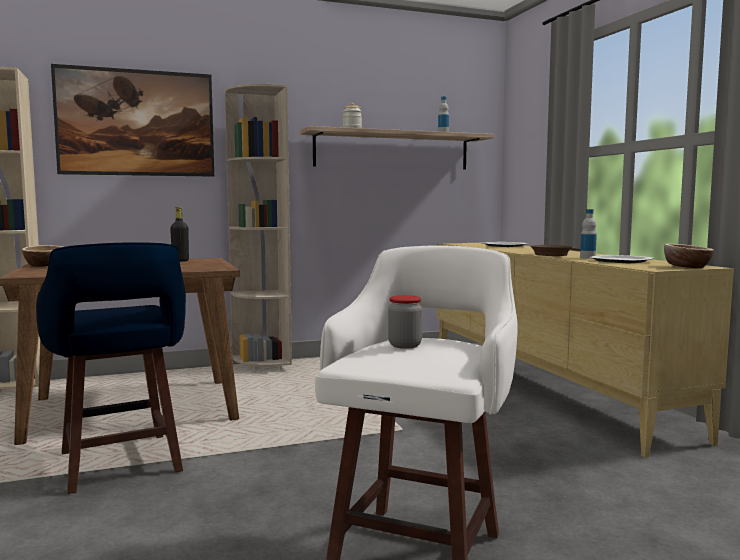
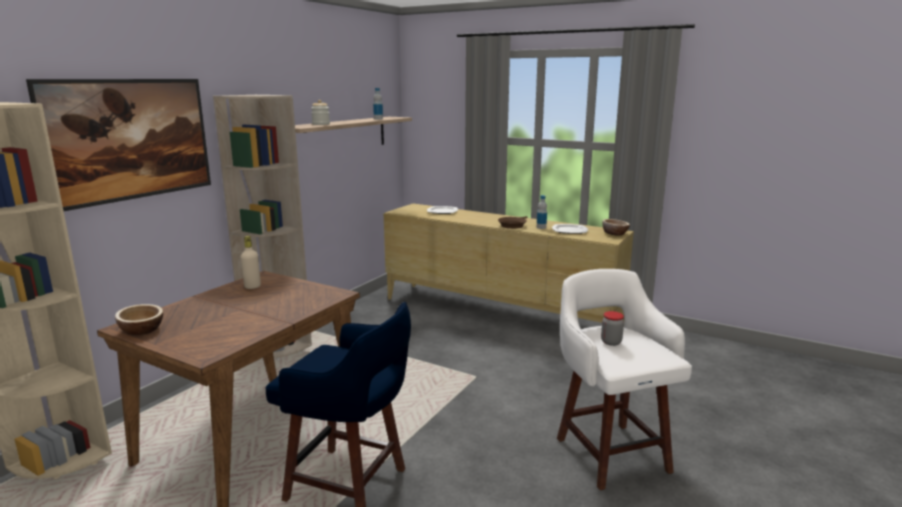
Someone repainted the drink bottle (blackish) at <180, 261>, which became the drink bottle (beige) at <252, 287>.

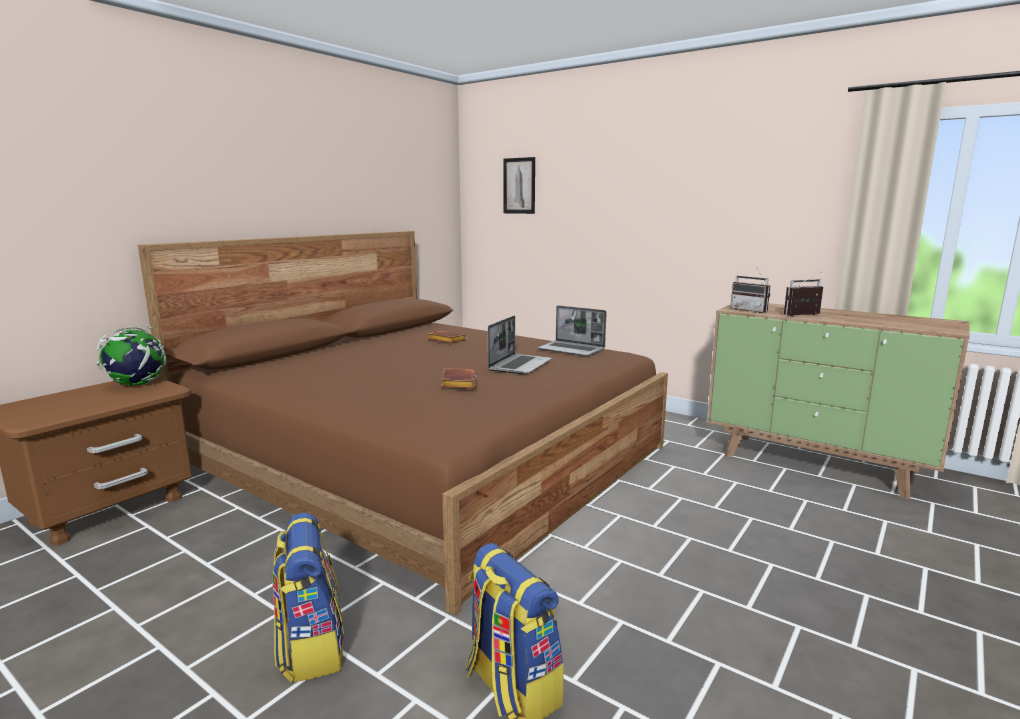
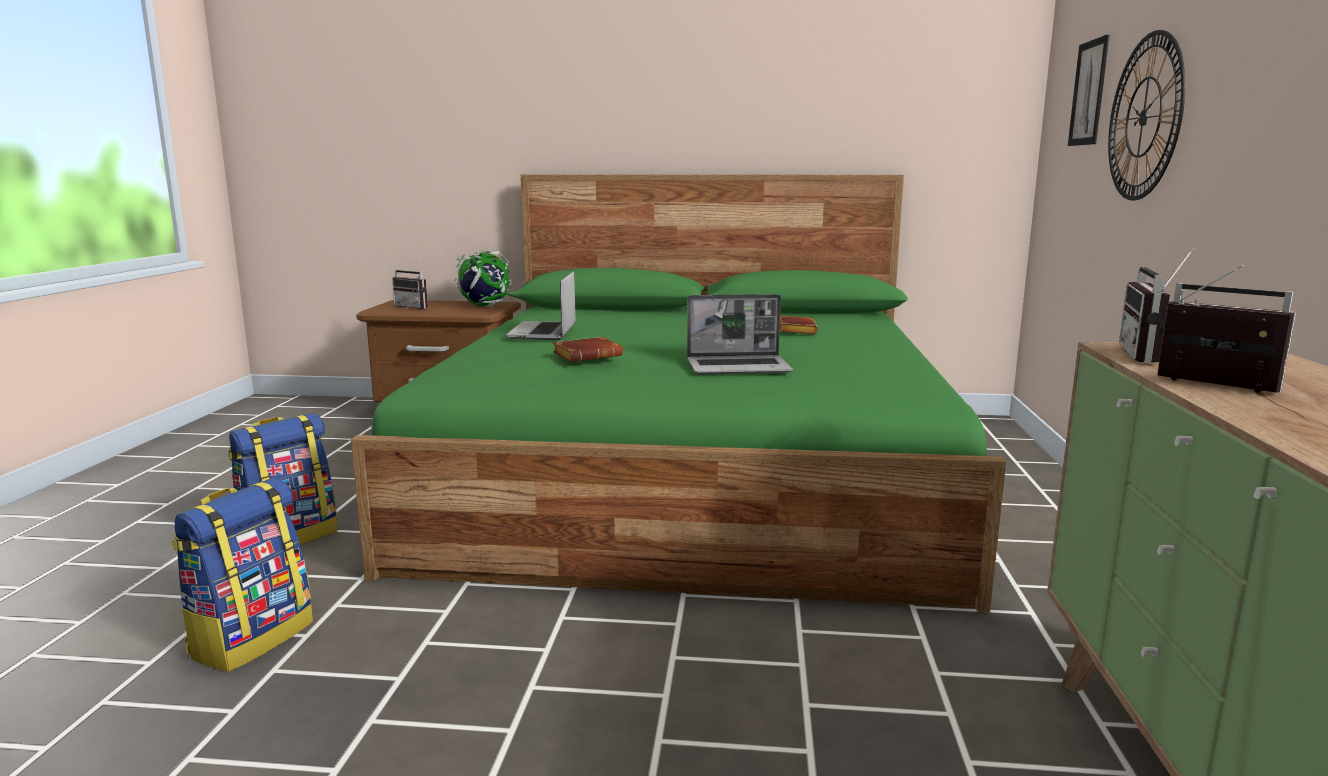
Someone repainted the bedroom bed (brown) at <427, 458>, which became the bedroom bed (green-coloured) at <691, 476>.
Someone put down the radio set at <415, 307>.
Someone carried the notebook computer from <572, 350> to <543, 332>.
Someone put up the clock on the wall at <1144, 117>.

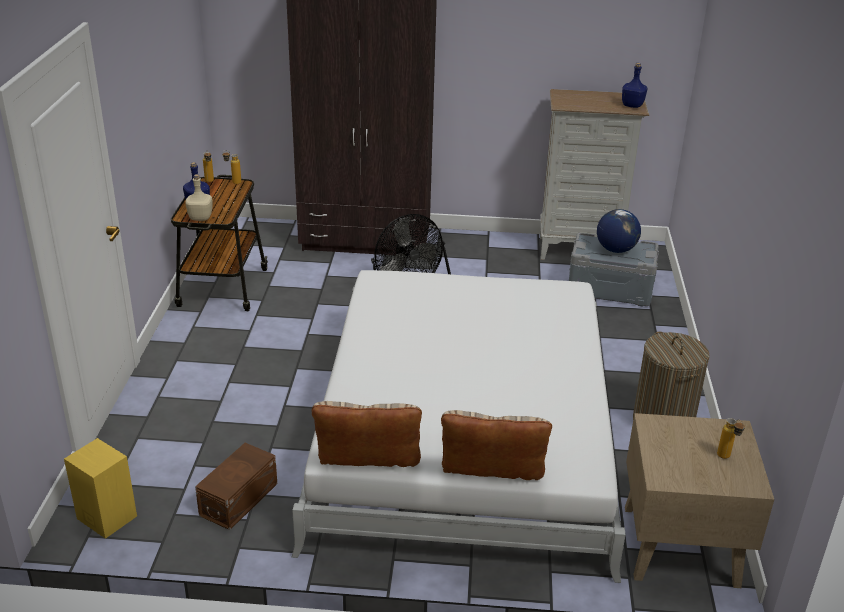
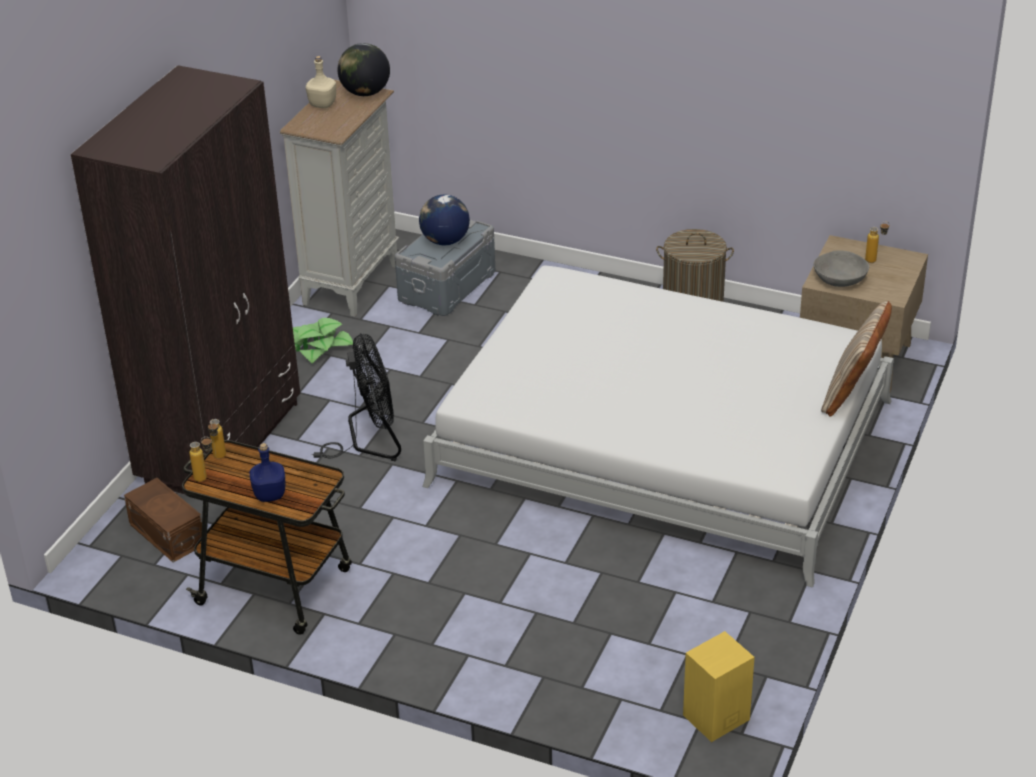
Someone carried the storage container (brown) from <240, 499> to <168, 533>.
Someone put down the houseplant at <316, 347>.
Someone carried the drink bottle (beige) from <200, 218> to <323, 104>.
Someone swapped the drink bottle (blue) at <632, 105> for the desk globe at <365, 93>.
Someone put down the deep dish (gray) at <840, 279>.
Someone took away the cushion (beige) at <368, 473>.

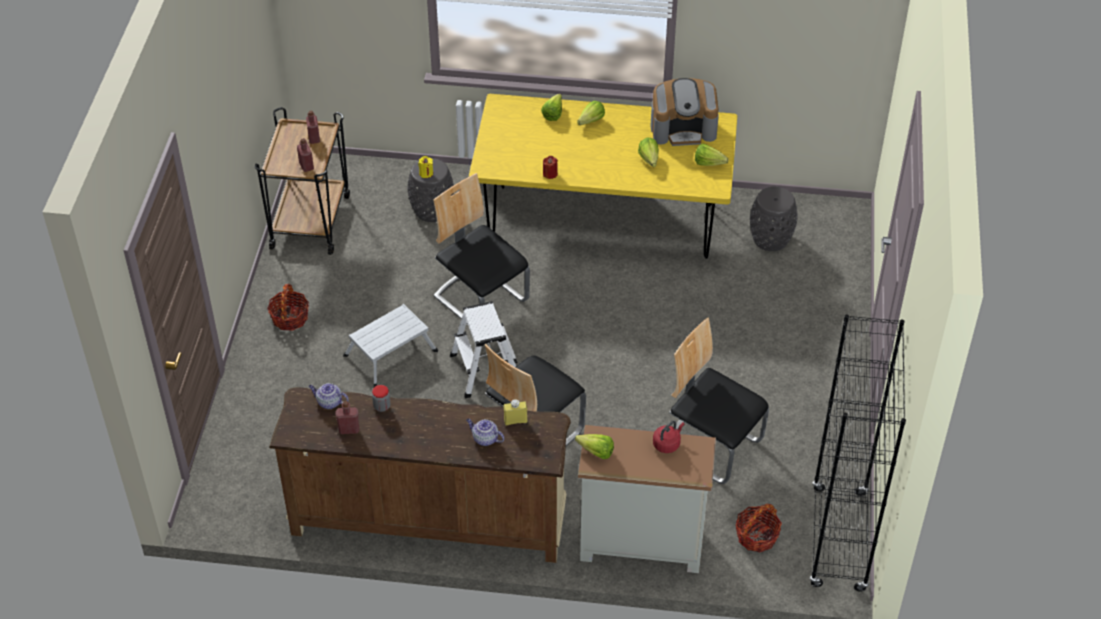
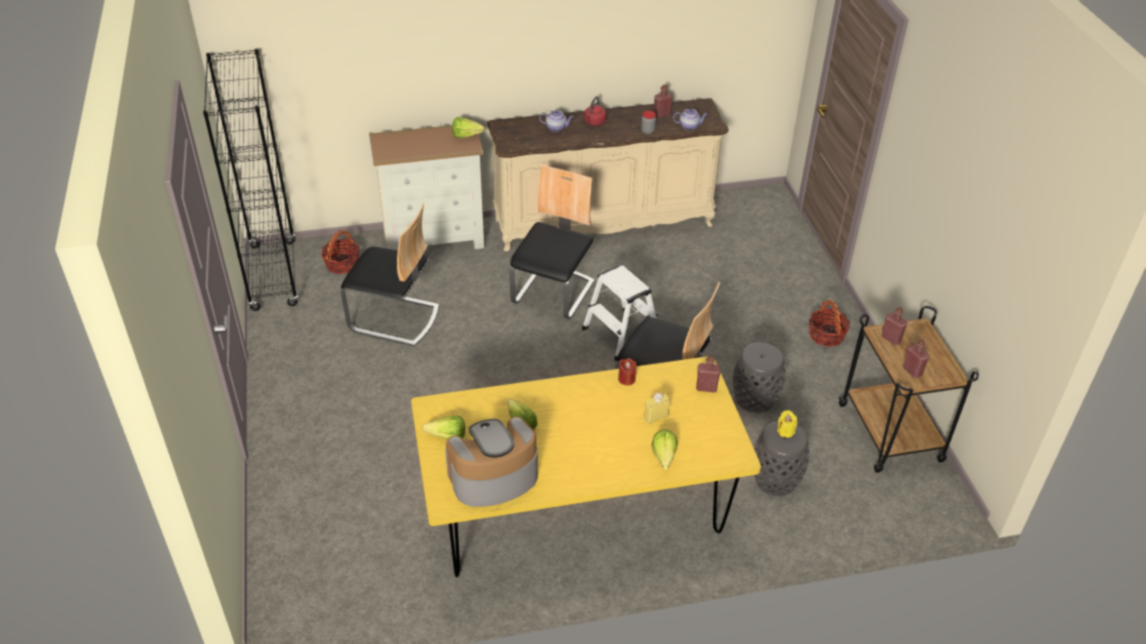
Someone carried the water kettle (red) from <667, 444> to <594, 122>.
Someone carried the drink bottle (yellowish) from <515, 421> to <656, 417>.
Someone put down the drink bottle (red) at <706, 388>.
Someone carried the sitting stool (gray) from <770, 239> to <754, 399>.
Someone took away the stepladder (white) at <391, 353>.
Someone took away the lettuce head at <588, 122>.

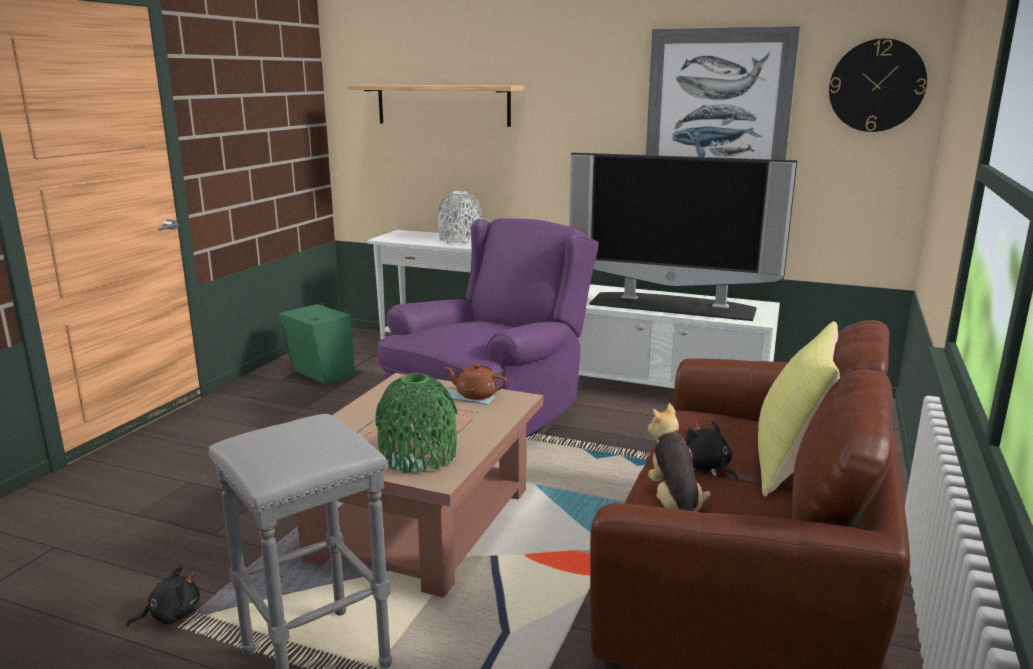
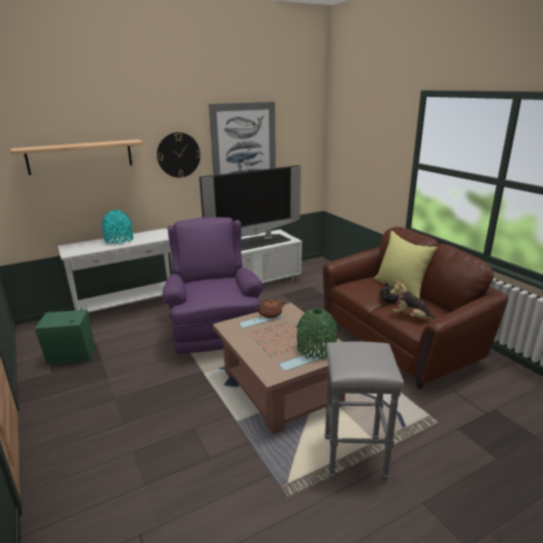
Someone repainted the vase (gray) at <460, 239>, which became the vase (blue-green) at <119, 240>.
Someone carried the clock on the wall from <876, 85> to <178, 155>.
Someone took away the plush toy (blackish) at <171, 615>.

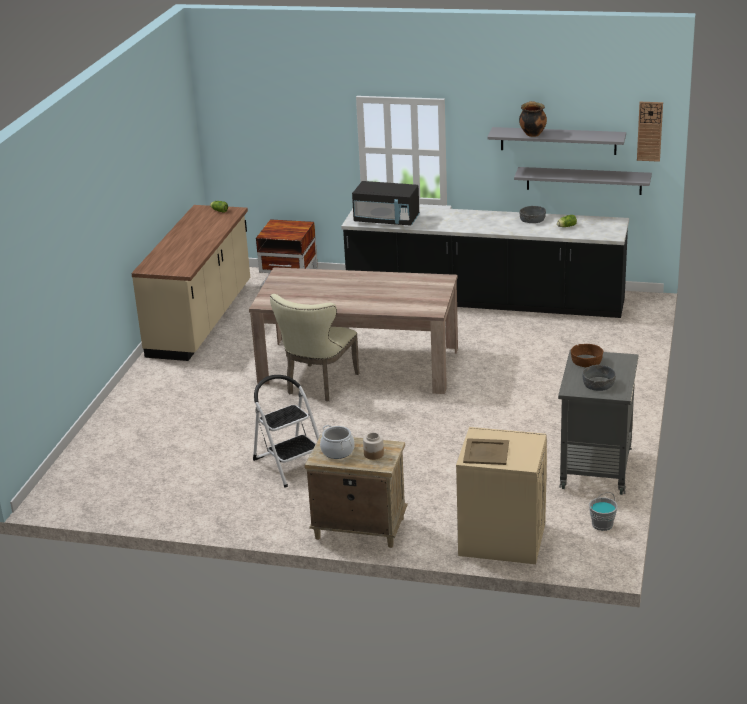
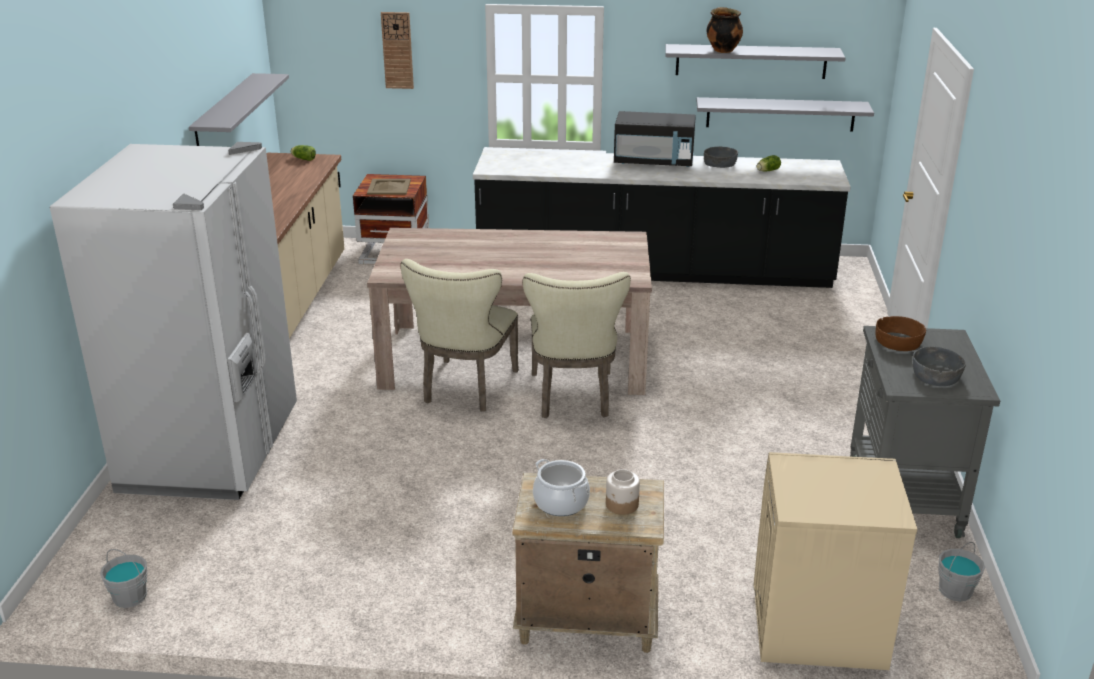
Someone put down the fridge (white) at <212, 448>.
Someone put down the pail (gray) at <129, 597>.
Someone put up the bracket shelf (gray) at <224, 114>.
Someone carried the tray (beige) from <486, 452> to <389, 187>.
Someone carried the clock on the wall from <649, 131> to <397, 50>.
Someone put down the plain chair (beige) at <573, 398>.
Someone carried the microwave oven (blackish) from <387, 220> to <654, 162>.
Someone took away the stepladder at <290, 464>.

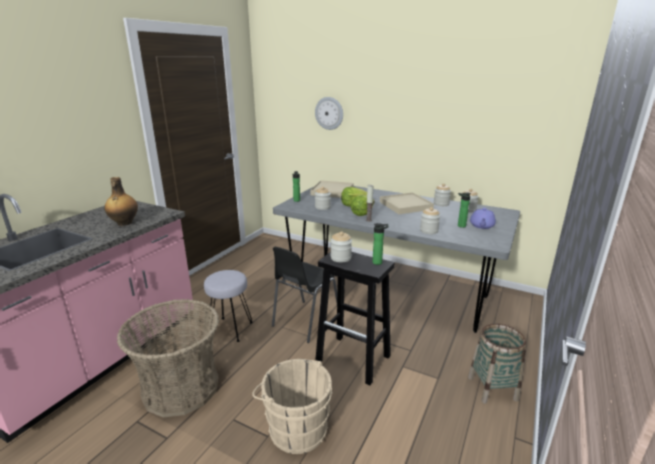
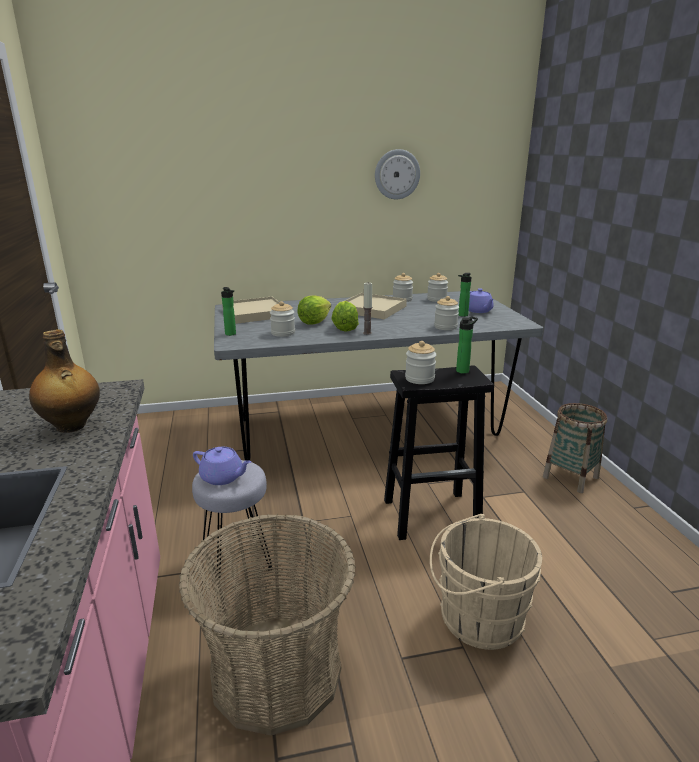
Someone put down the pot for tea (purple-coloured) at <223, 477>.
Someone carried the clock on the wall from <329, 113> to <397, 174>.
Someone took away the plain chair (blackish) at <305, 322>.

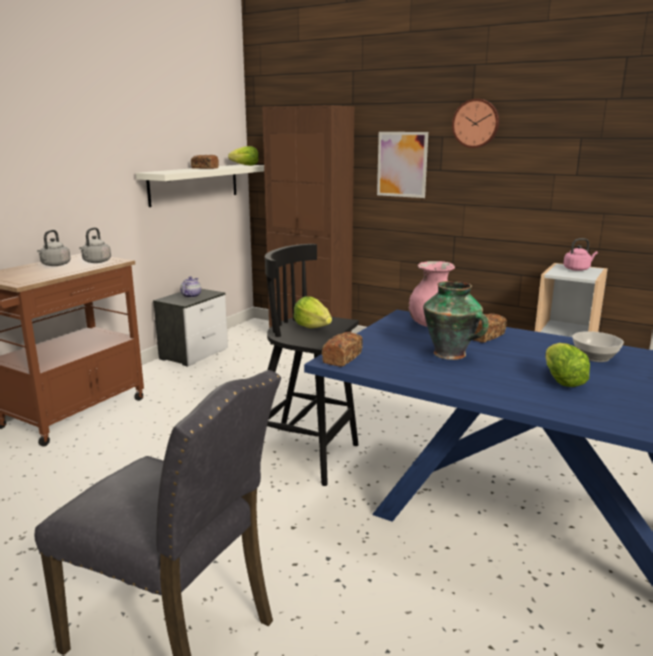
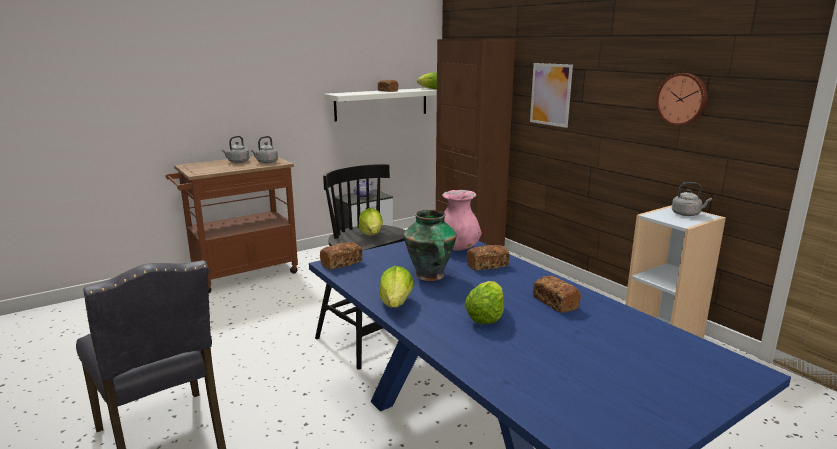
Someone put down the lettuce head at <396, 304>.
Someone swapped the deep dish at <594, 357> for the bakery bread at <555, 303>.
Someone carried the clock on the wall from <476, 123> to <682, 99>.
Someone repainted the water kettle (pink-coloured) at <577, 269>, which became the water kettle (gray) at <687, 214>.

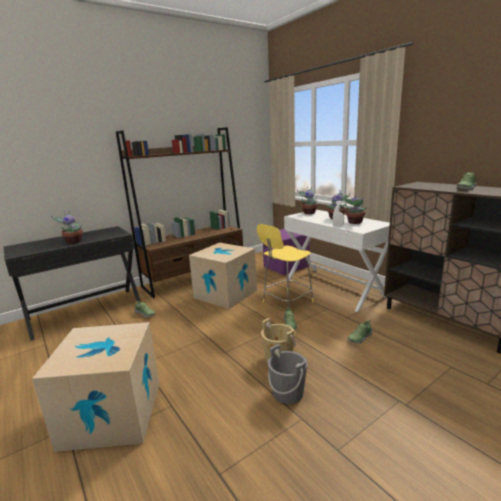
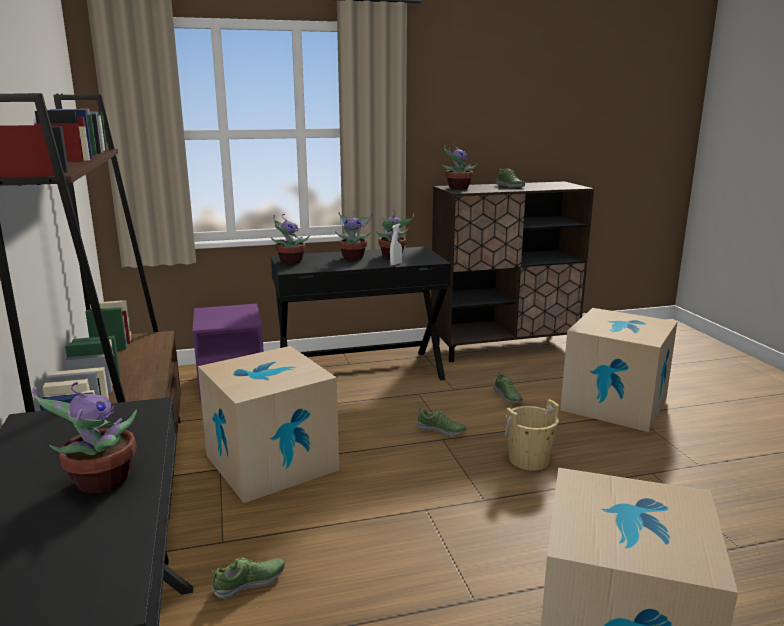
Someone repainted the desk (white) at <334, 287>, which became the desk (blackish) at <360, 372>.
Someone put down the houseplant at <457, 188>.
Someone put down the cardboard box at <614, 404>.
Someone took away the sitting stool (yellowish) at <286, 303>.
Someone took away the pail (gray) at <288, 393>.

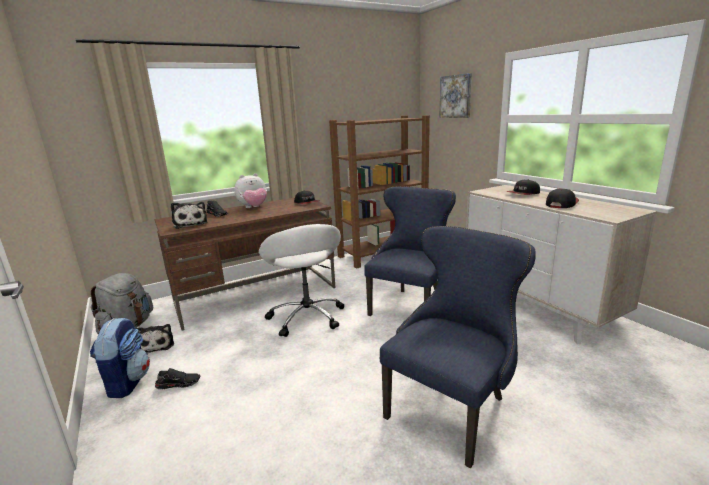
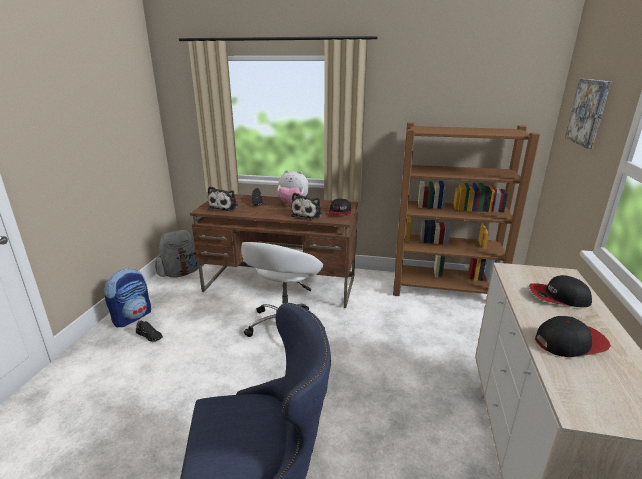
Someone carried the plush toy from <157, 345> to <308, 214>.
Someone took away the plain chair (blue) at <410, 306>.

